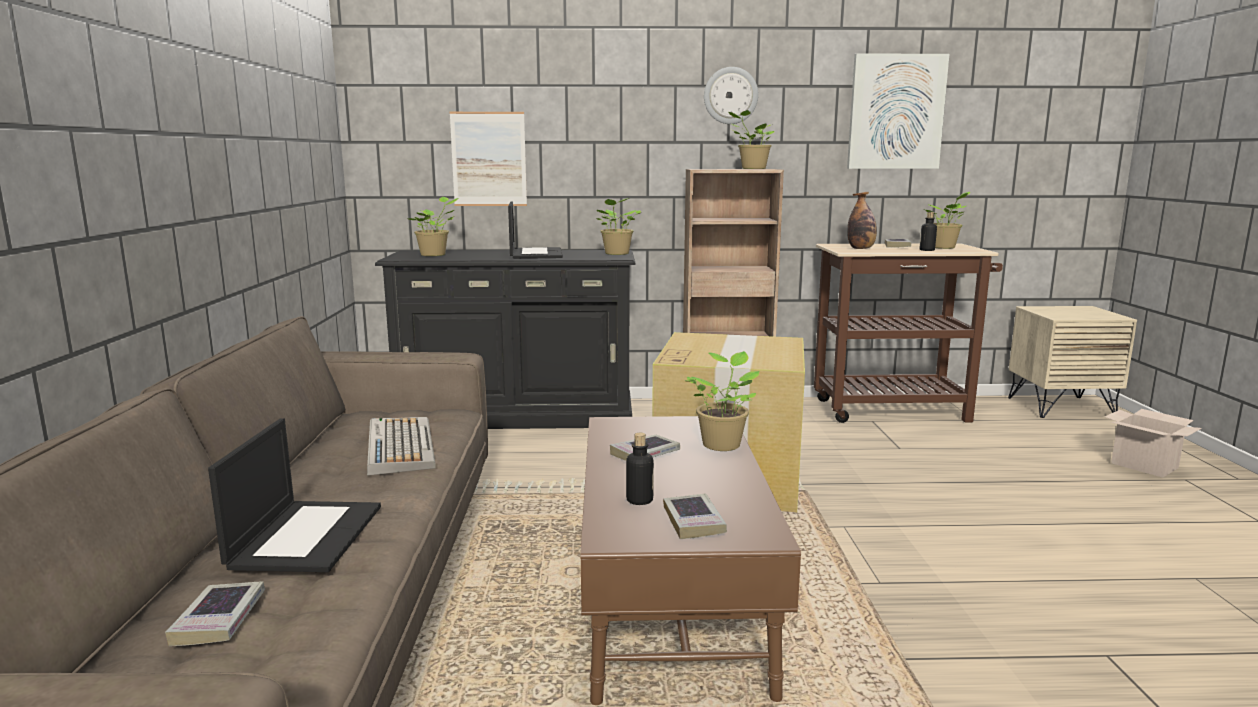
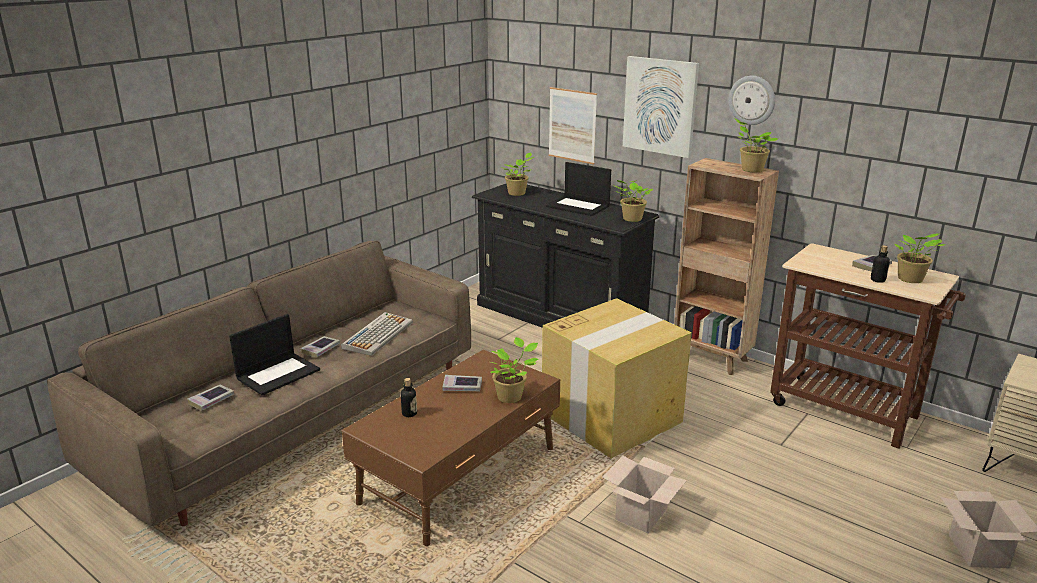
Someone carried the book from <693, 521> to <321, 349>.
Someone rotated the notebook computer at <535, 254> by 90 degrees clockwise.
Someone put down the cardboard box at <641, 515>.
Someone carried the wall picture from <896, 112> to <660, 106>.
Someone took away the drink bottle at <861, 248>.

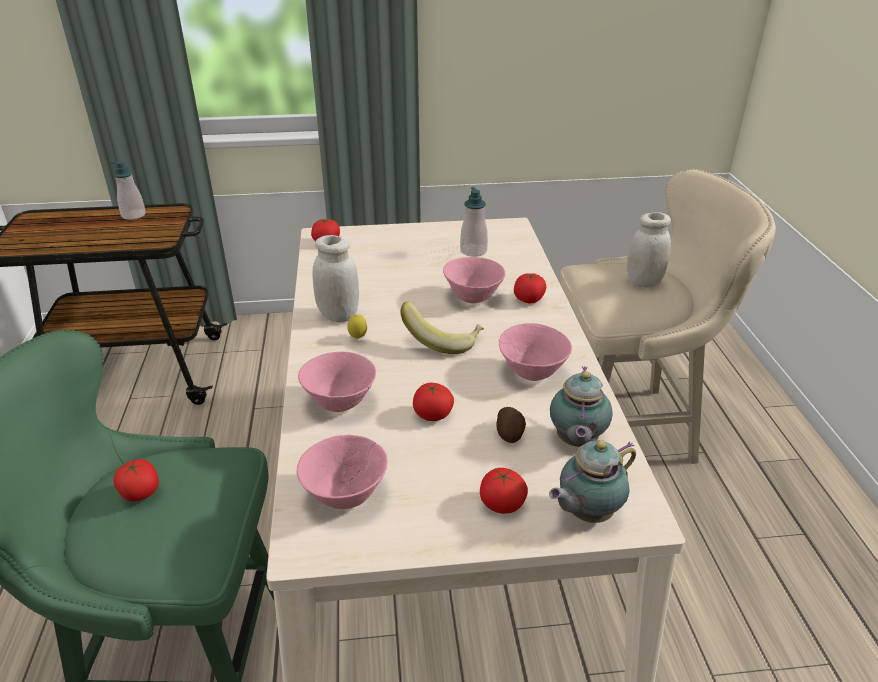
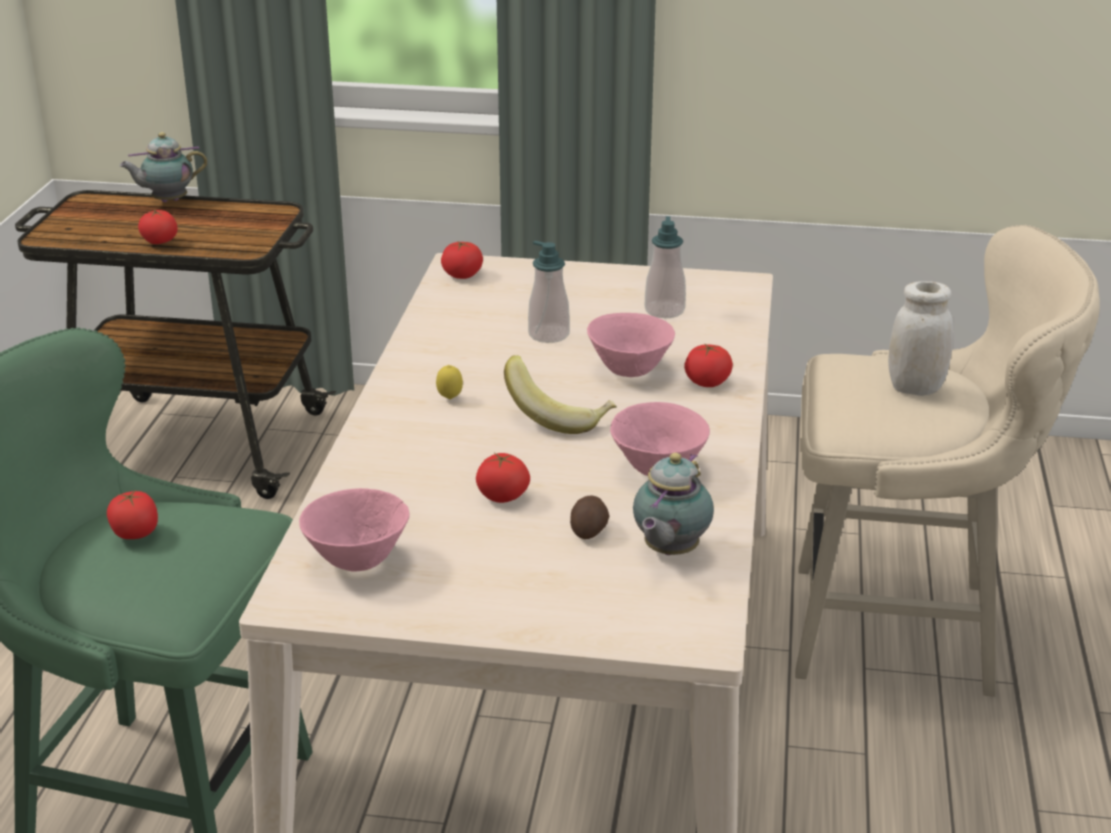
Someone carried the pot for tea from <586, 513> to <167, 201>.
Someone carried the whole tomato from <502, 504> to <160, 241>.
Someone carried the liquid soap bottle from <133, 215> to <548, 335>.
Someone took away the deep dish (pink-coloured) at <340, 403>.
Someone took away the preserve jar (white) at <338, 315>.

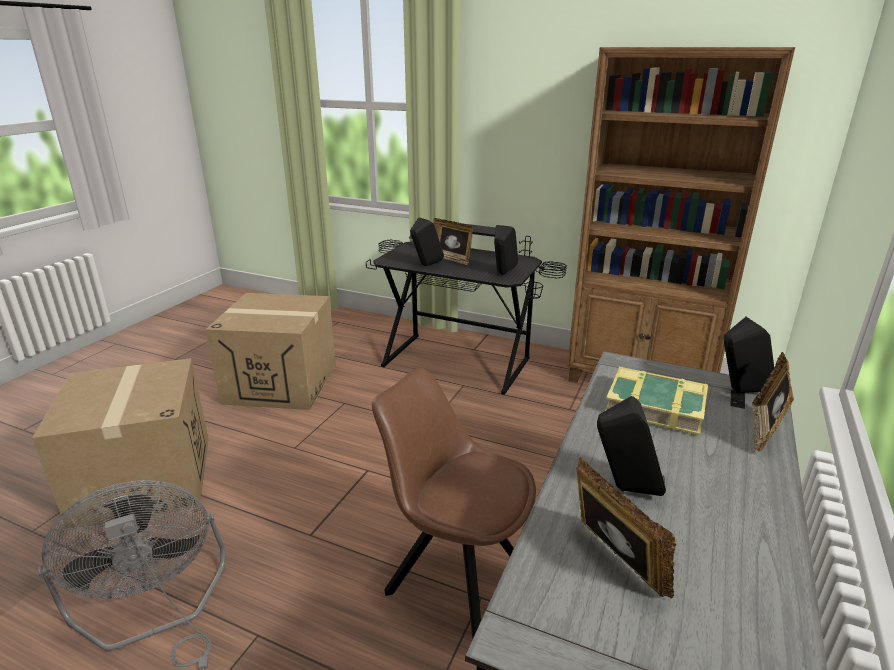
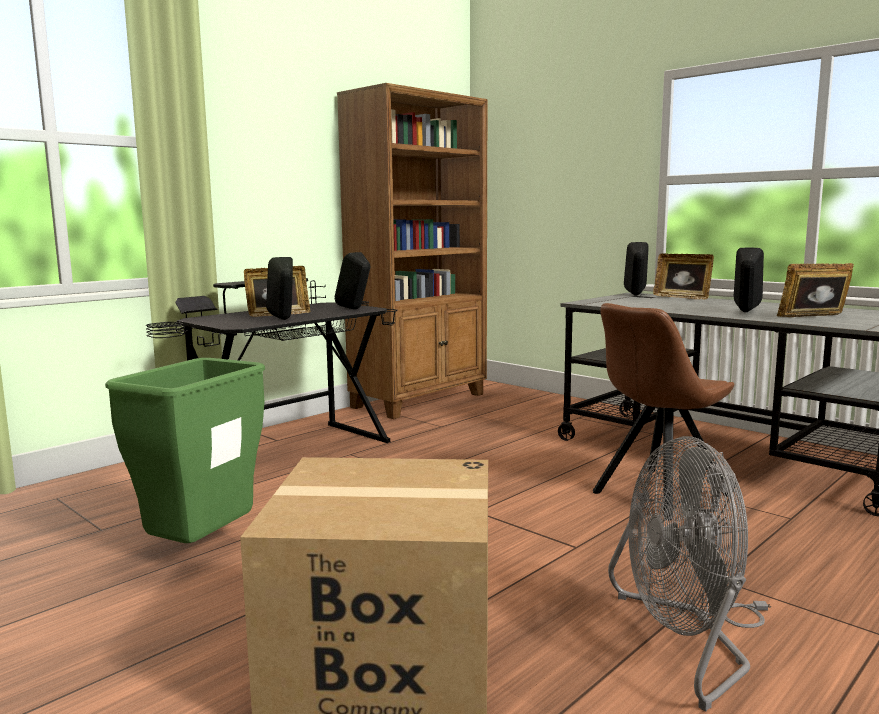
Someone swapped the cardboard box at <281, 383> for the rubbish bin (green-coloured) at <203, 548>.
Someone took away the book at <655, 406>.

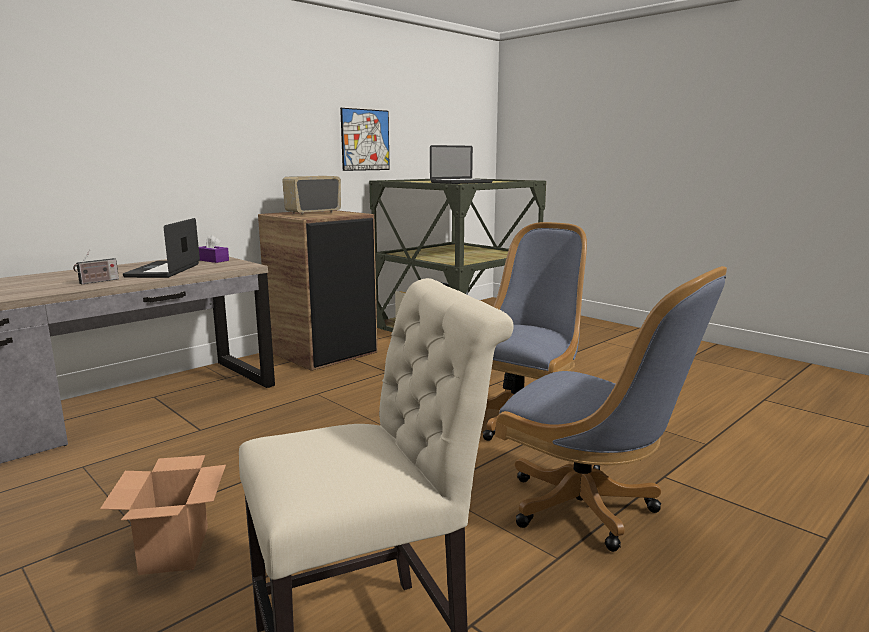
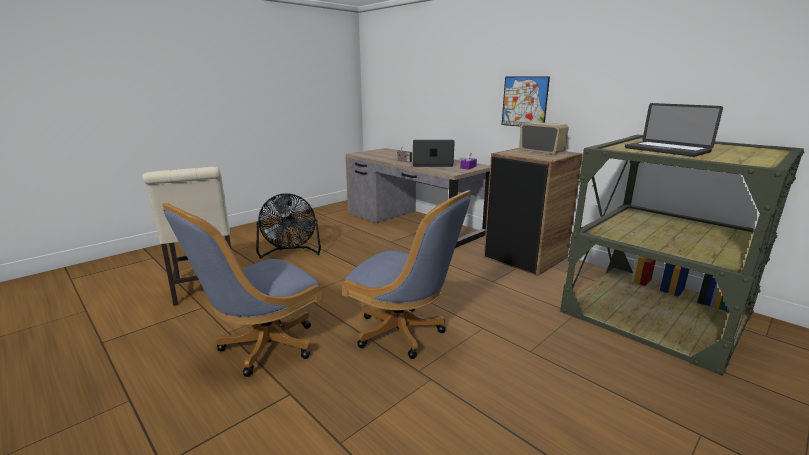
Someone swapped the cardboard box at <174, 549> for the fan (blackish) at <289, 252>.
Someone carried the wall picture from <365, 140> to <524, 102>.

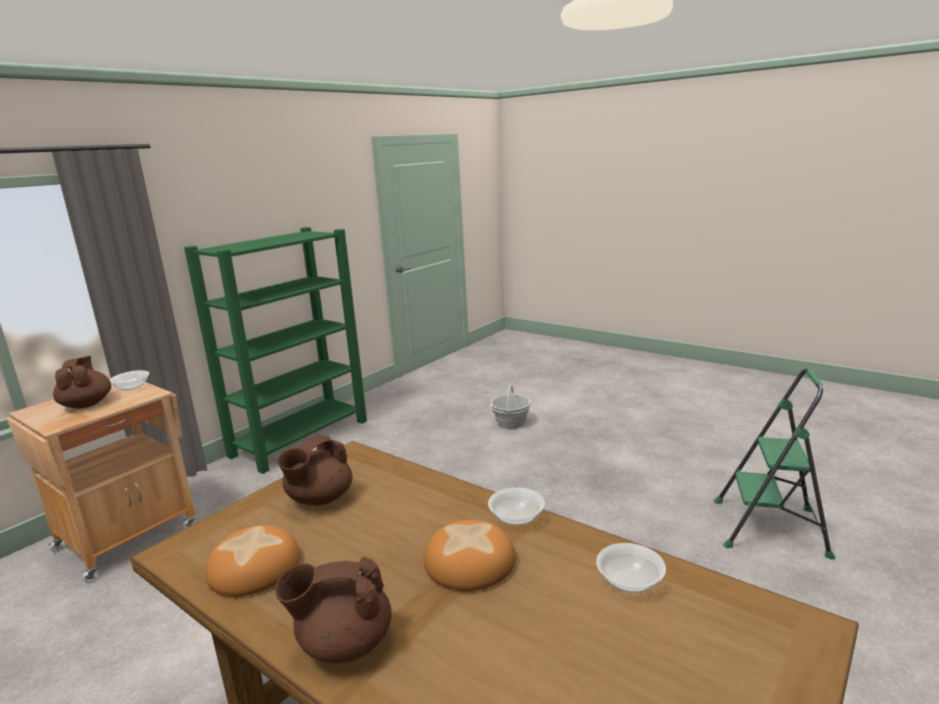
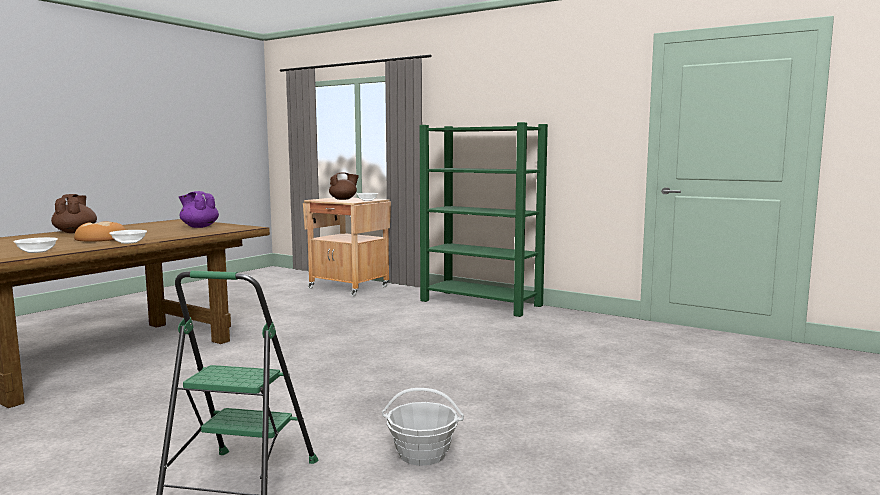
Someone repainted the pot for tea (brown) at <319, 499>, which became the pot for tea (purple-coloured) at <199, 227>.
Someone carried the basket from <511, 423> to <422, 454>.
Someone took away the bakery bread at <255, 566>.

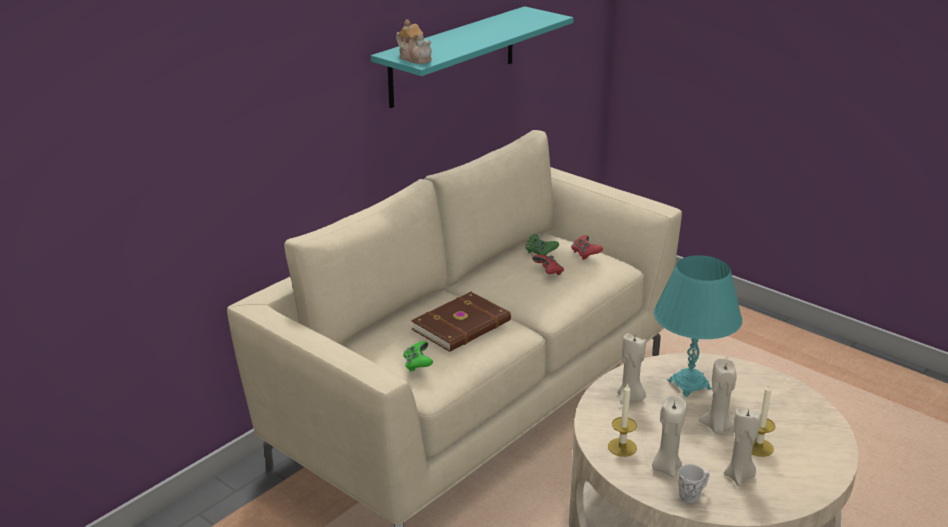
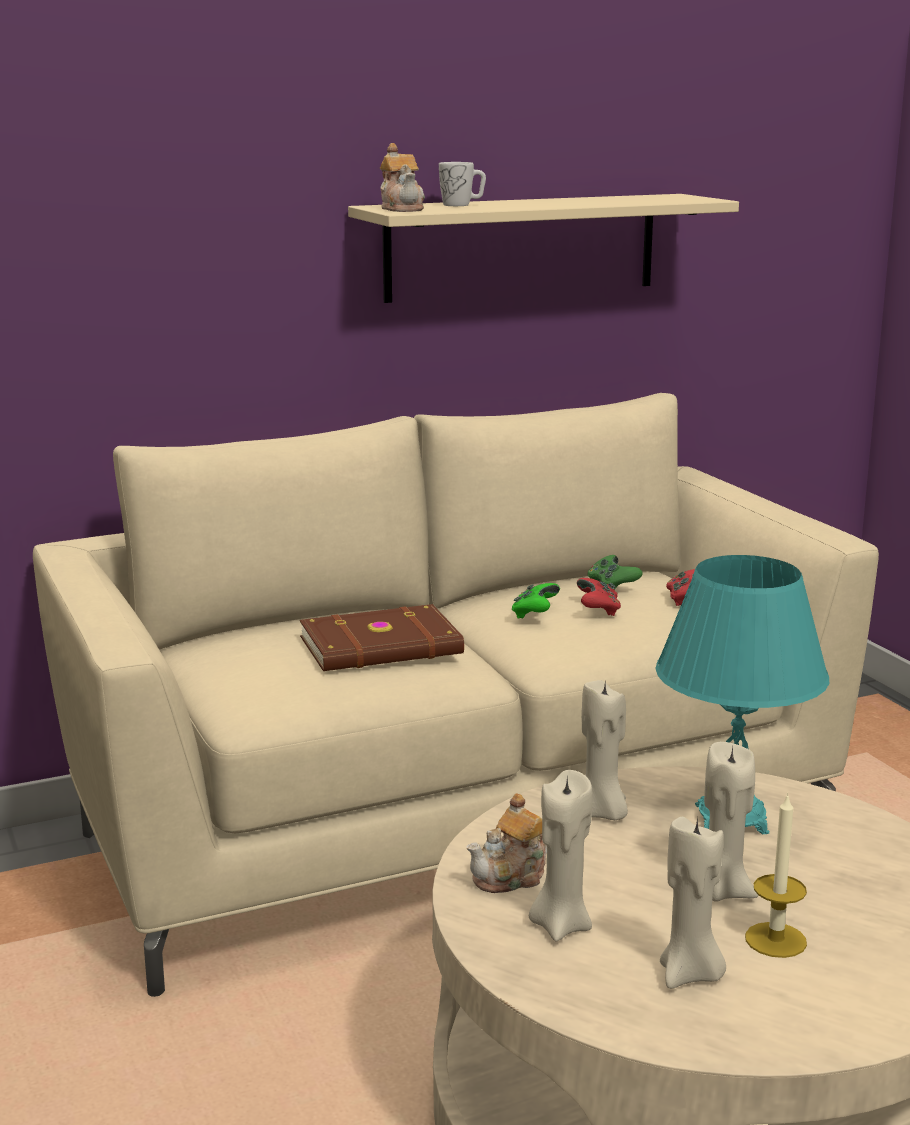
Someone repainted the bracket shelf (blue-green) at <453, 56>, which became the bracket shelf (beige) at <521, 247>.
Someone carried the tea mug (white) from <692, 495> to <462, 205>.
Someone swapped the candle at <622, 447> for the pot for tea at <512, 877>.
Someone carried the gamepad (green-coloured) from <417, 364> to <534, 614>.

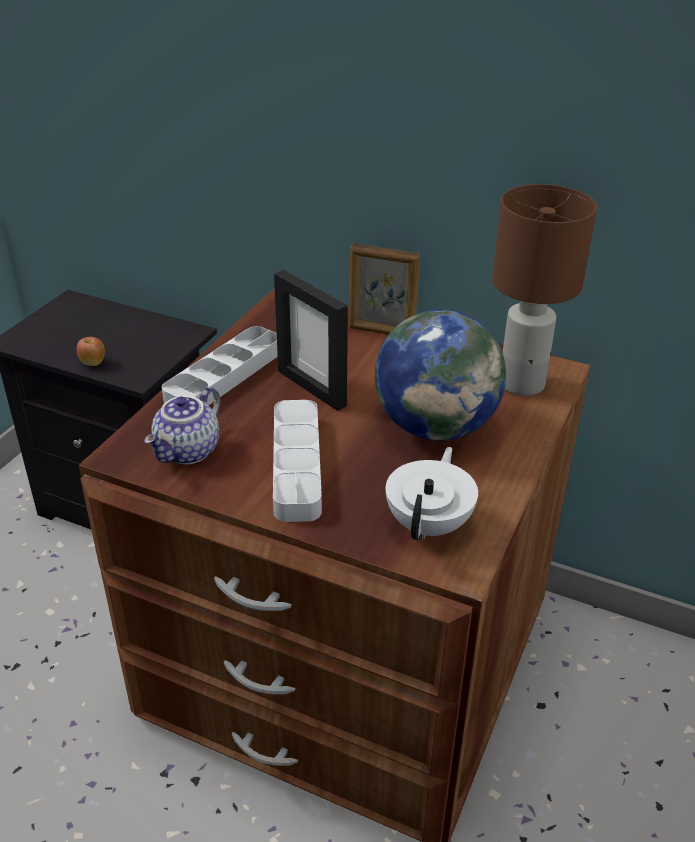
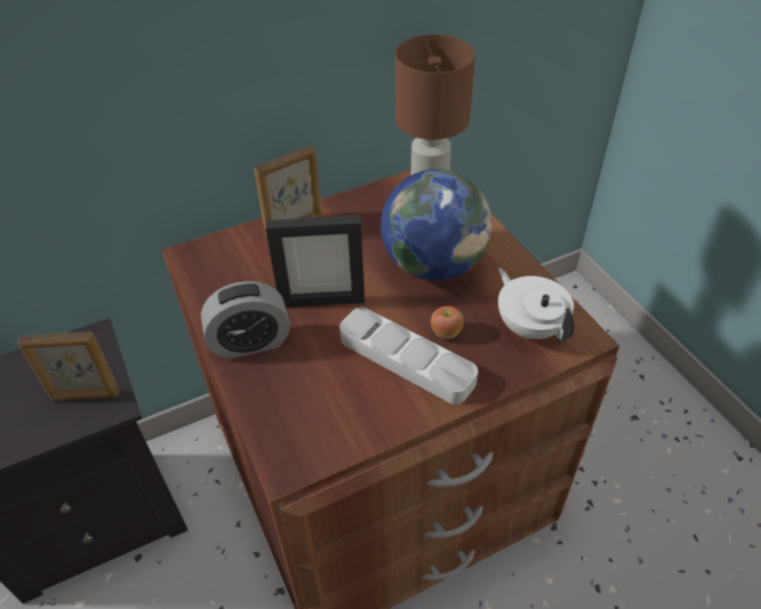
Someone put down the picture frame at <85, 396>.
Someone swapped the tray (gray) at <224, 376> for the table clock at <250, 343>.
Someone carried the apple from <93, 363> to <446, 333>.
Someone took away the pot for tea at <188, 452>.

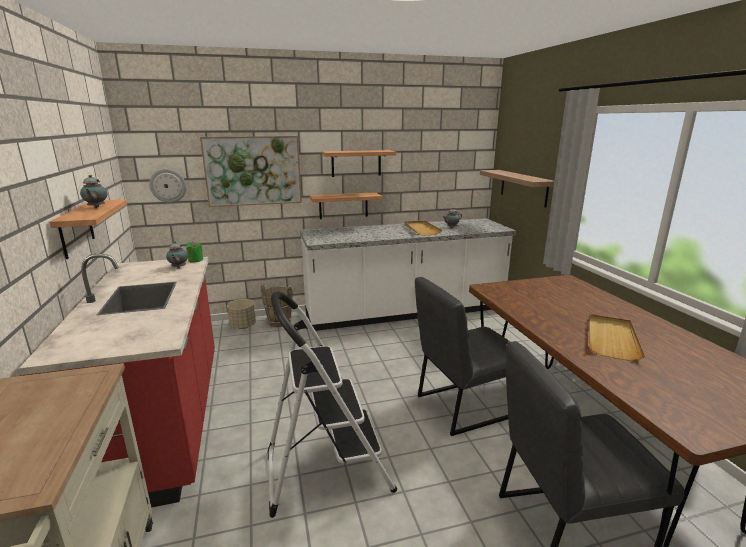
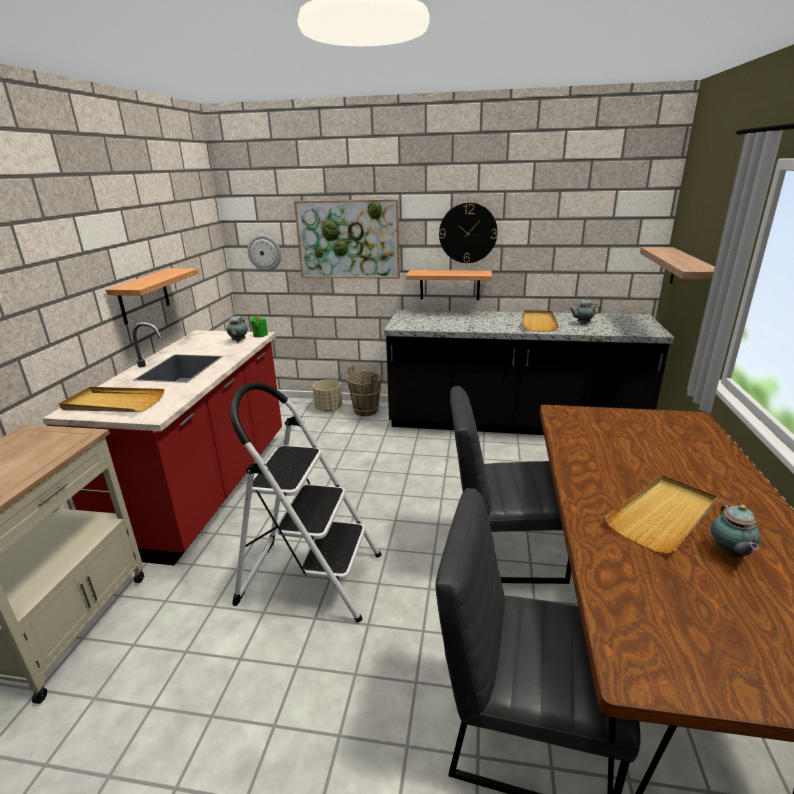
Someone put down the tray (beige) at <113, 403>.
Someone repainted the kitchen base unit (white) at <405, 312>, which became the kitchen base unit (blackish) at <512, 424>.
Someone swapped the bracket shelf at <356, 163> for the clock on the wall at <468, 233>.
Someone carried the pot for tea from <96, 207> to <729, 554>.

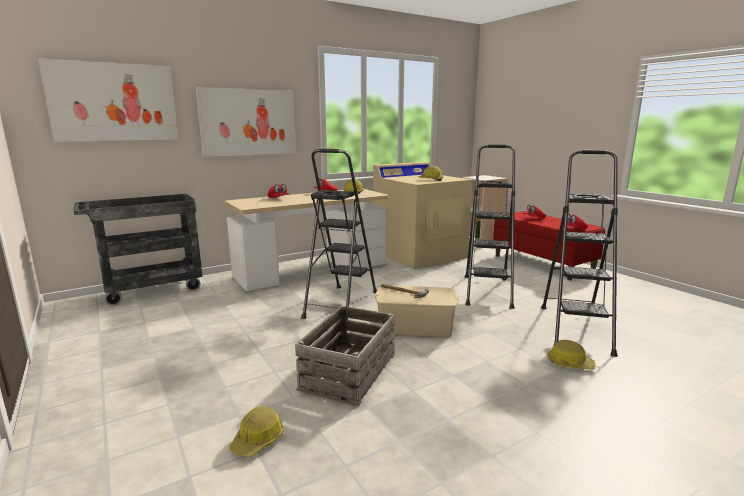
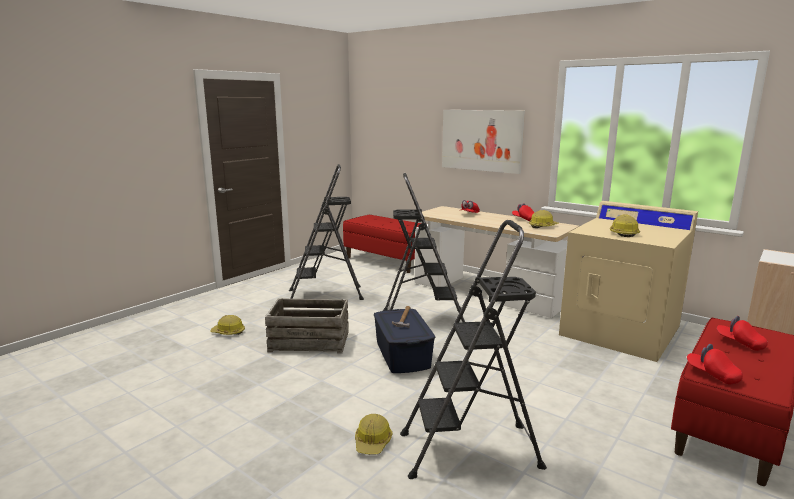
Someone carried the stepladder from <487, 290> to <326, 294>.
Someone swapped the cart (blackish) at <149, 292> for the long seat (red) at <387, 261>.
Someone repainted the storage container (beige) at <415, 326>, which became the storage container (blue) at <402, 355>.
Someone took away the wall picture at <114, 102>.

